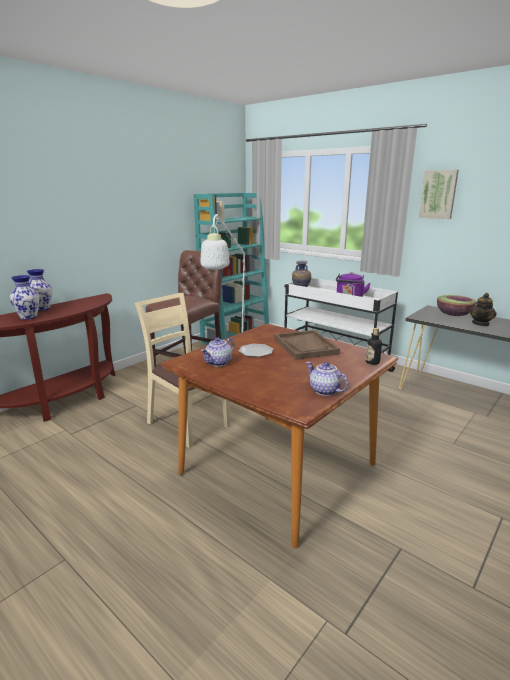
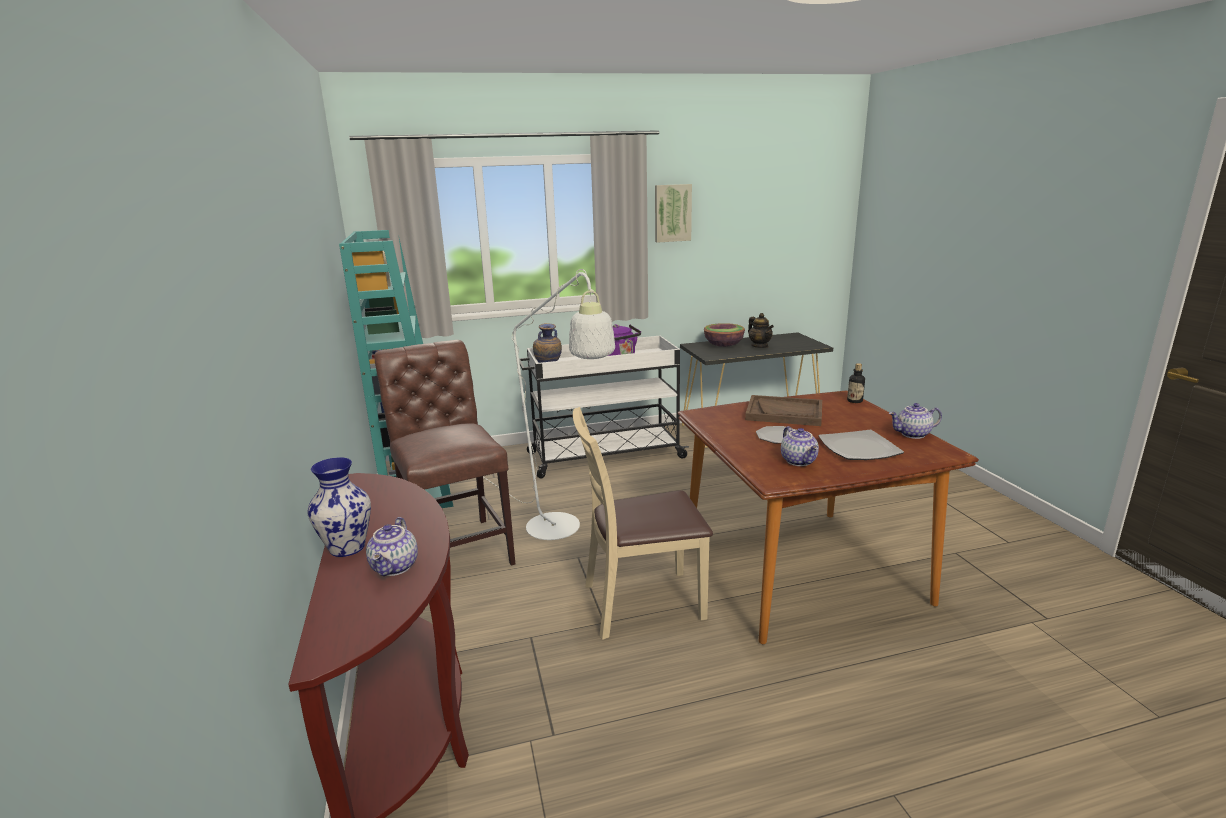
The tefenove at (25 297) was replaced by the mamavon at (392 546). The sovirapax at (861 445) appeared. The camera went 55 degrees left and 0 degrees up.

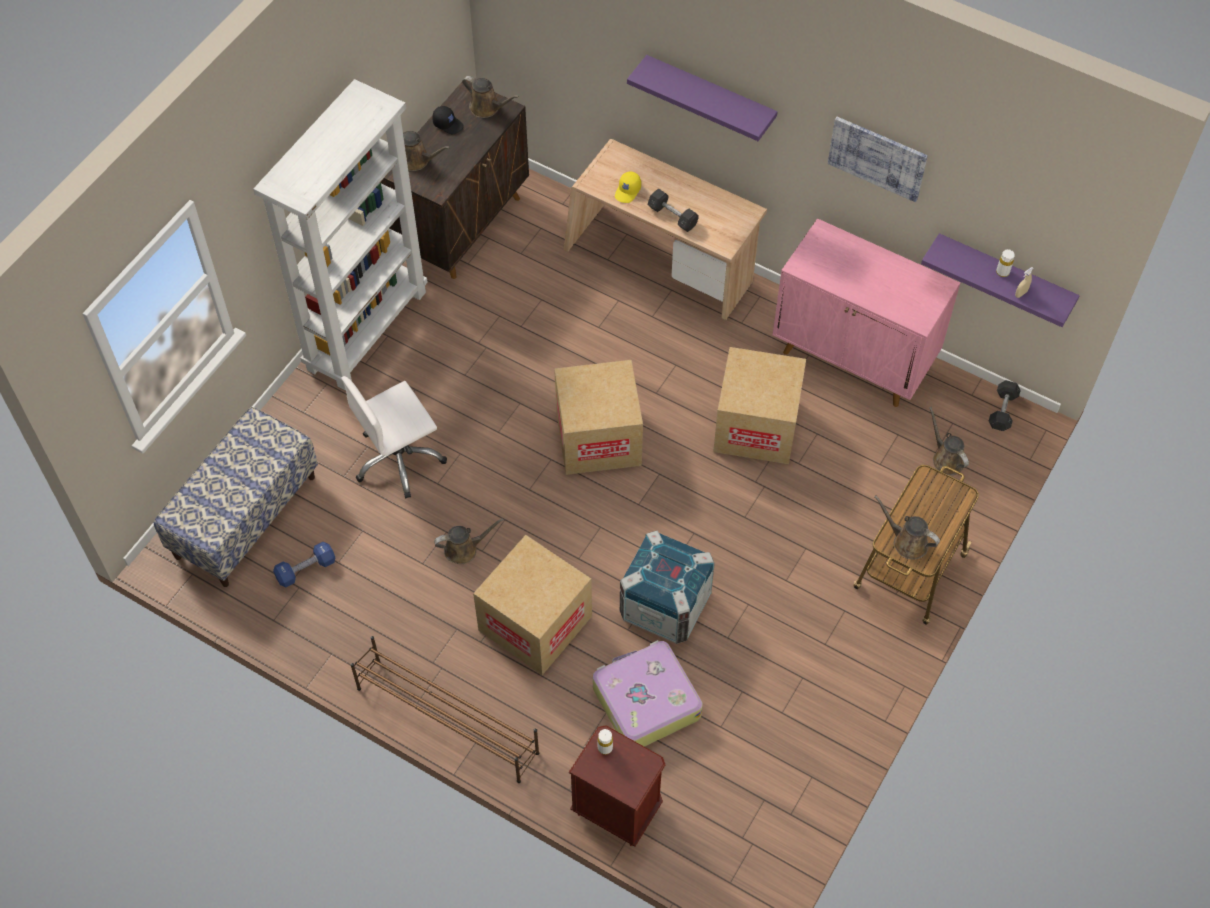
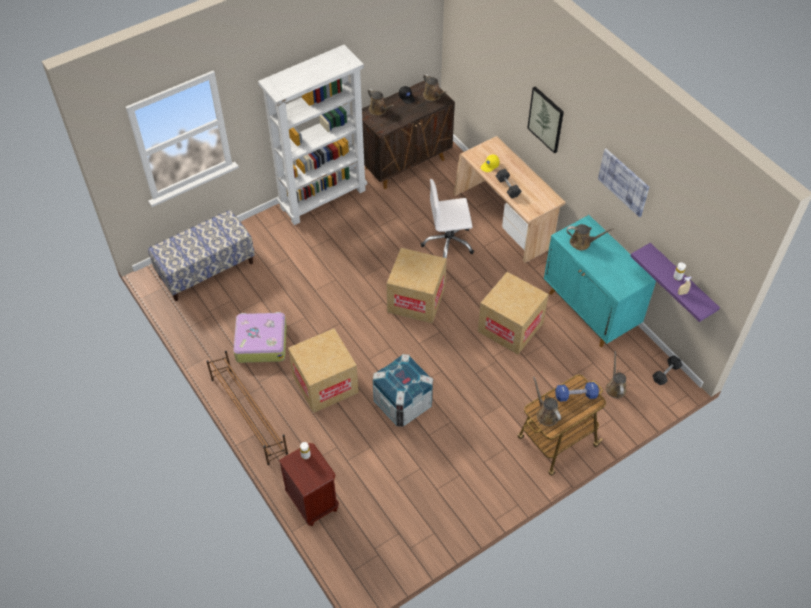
The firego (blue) moved from (304 564) to (577 392). The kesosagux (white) moved from (394 437) to (447 218). The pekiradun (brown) moved from (469 541) to (590 237). The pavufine moved from (648 693) to (260 337). The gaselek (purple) at (702 98) was replaced by the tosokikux at (545 120). The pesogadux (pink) at (866 312) became the pesogadux (turquoise) at (600 281). The camera went 25 degrees right and 5 degrees down.

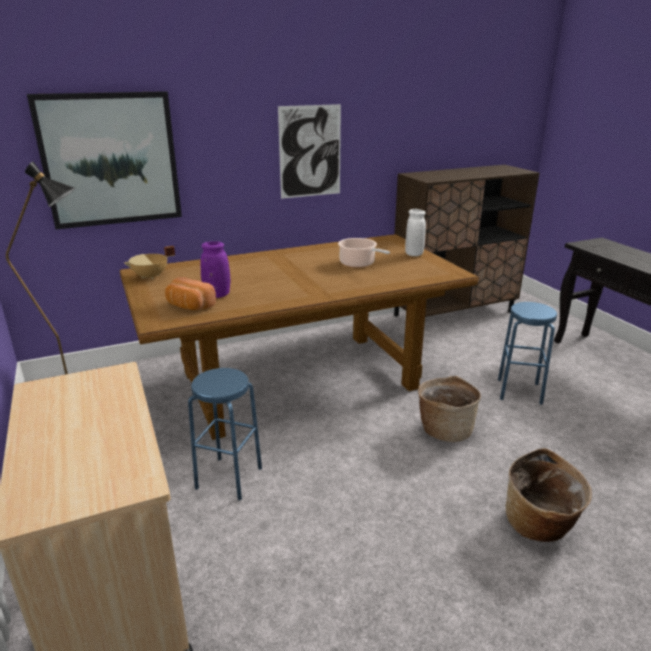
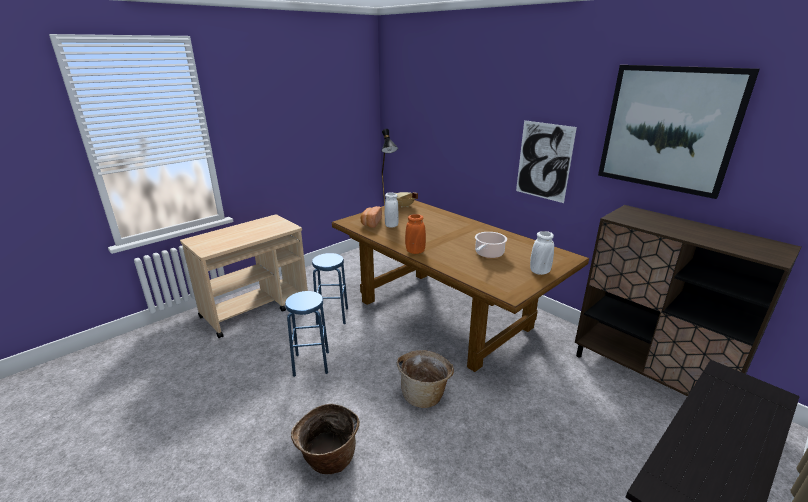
The tosokikux moved from (104 160) to (679 132). The tefenove (purple) at (215 269) became the tefenove (white) at (392 210). The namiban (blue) moved from (527 353) to (307 334). The tefenove (orange) at (415 234) appeared. The camera went 70 degrees right and 0 degrees up.

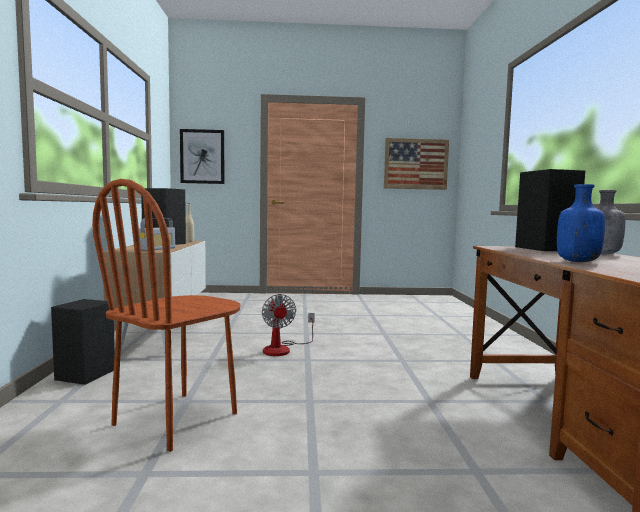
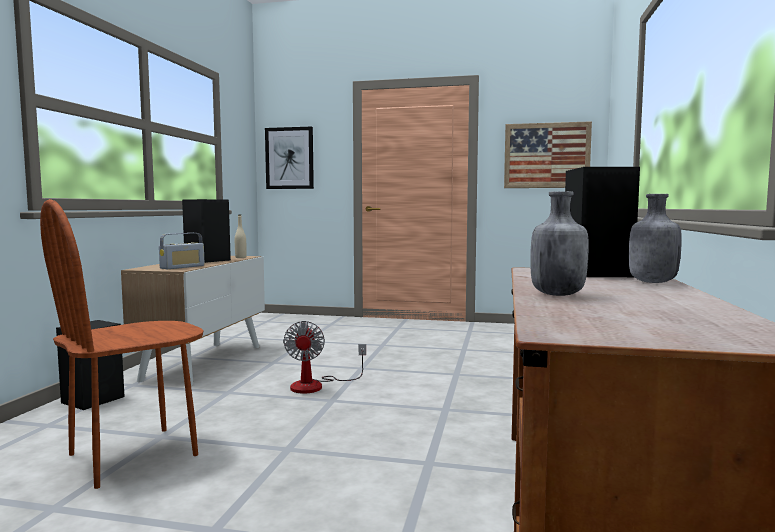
The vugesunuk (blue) at (581 223) became the vugesunuk (grey) at (559 243). The camera went 15 degrees right and 0 degrees up.

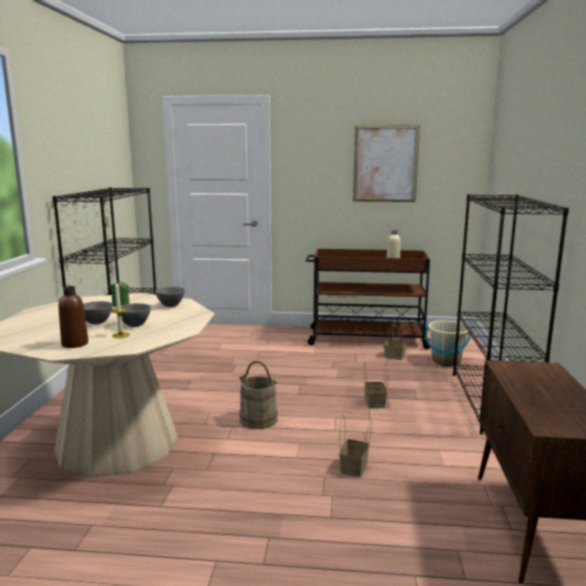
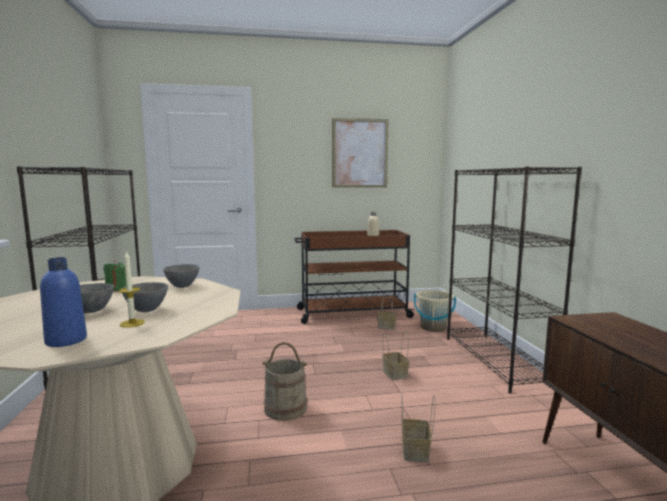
The vugesunuk (brown) at (73 317) became the vugesunuk (blue) at (63 302). The camera went 15 degrees left and 5 degrees down.

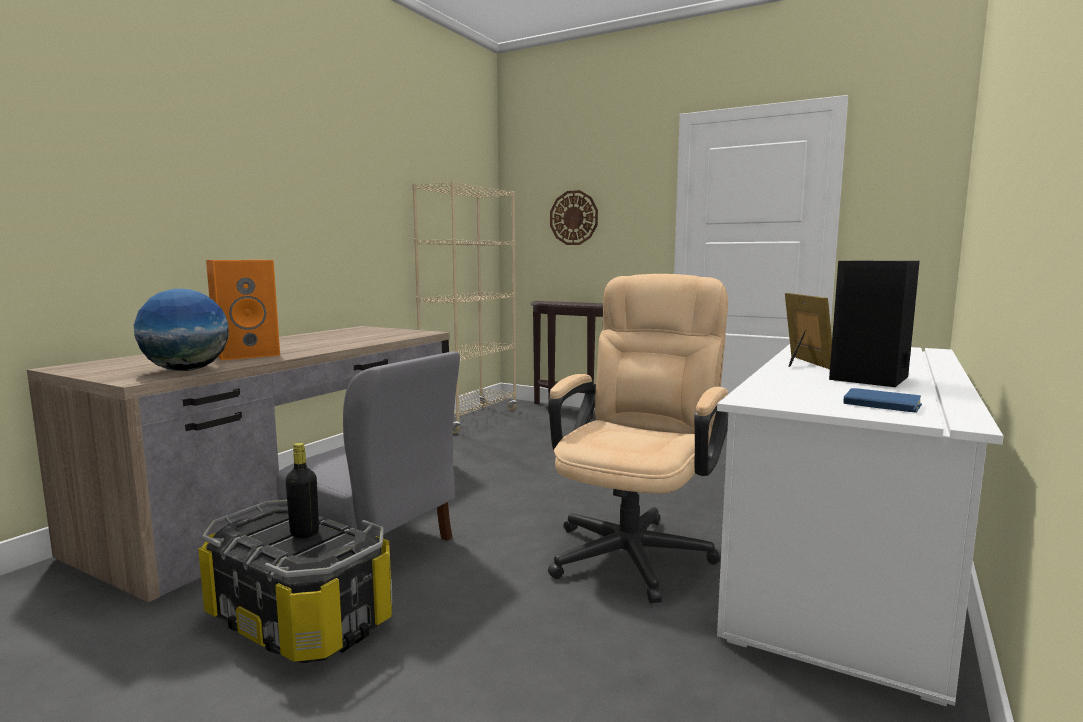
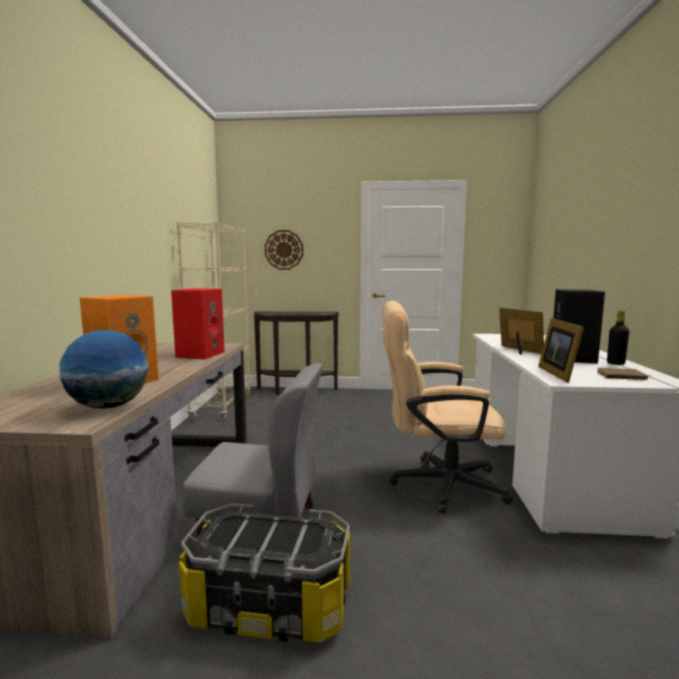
The vugesunuk (black) moved from (302 490) to (618 337). The kesosagux (beige) at (638 438) turned 90 degrees counterclockwise. The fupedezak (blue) at (882 400) became the fupedezak (brown) at (624 374). The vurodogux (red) at (198 323) appeared. The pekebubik at (561 350) appeared. The camera went 25 degrees left and 0 degrees up.

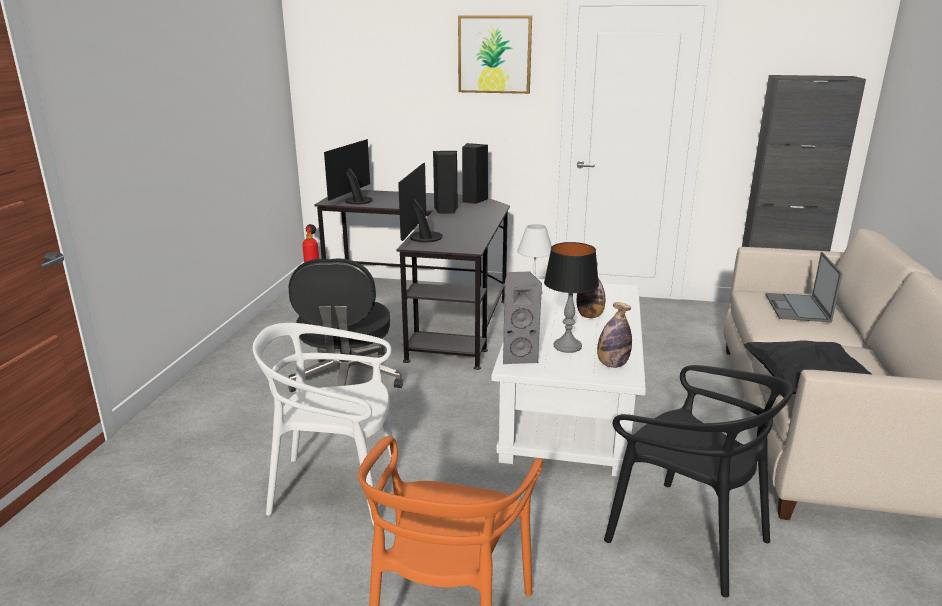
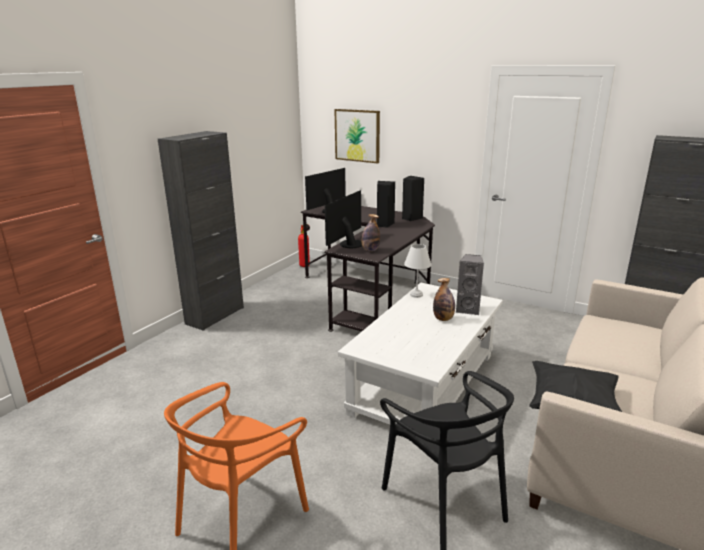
The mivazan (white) at (323 424) disappeared. The kesosagux (black) at (345 325) disappeared. The tosokikux moved from (495 54) to (357 136). The vurodogux (grey) moved from (522 317) to (469 284). The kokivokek at (571 297) disappeared. The vugesunuk moved from (614 335) to (370 232). The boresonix at (804 287) disappeared. The pesogadux (black) at (201 231) appeared. The camera went 20 degrees right and 0 degrees up.

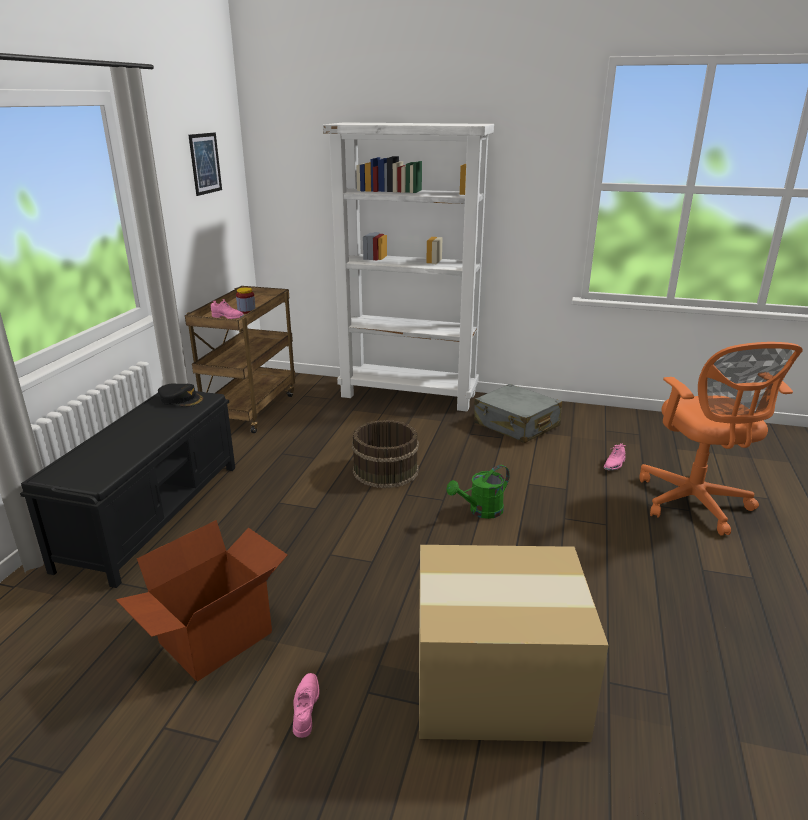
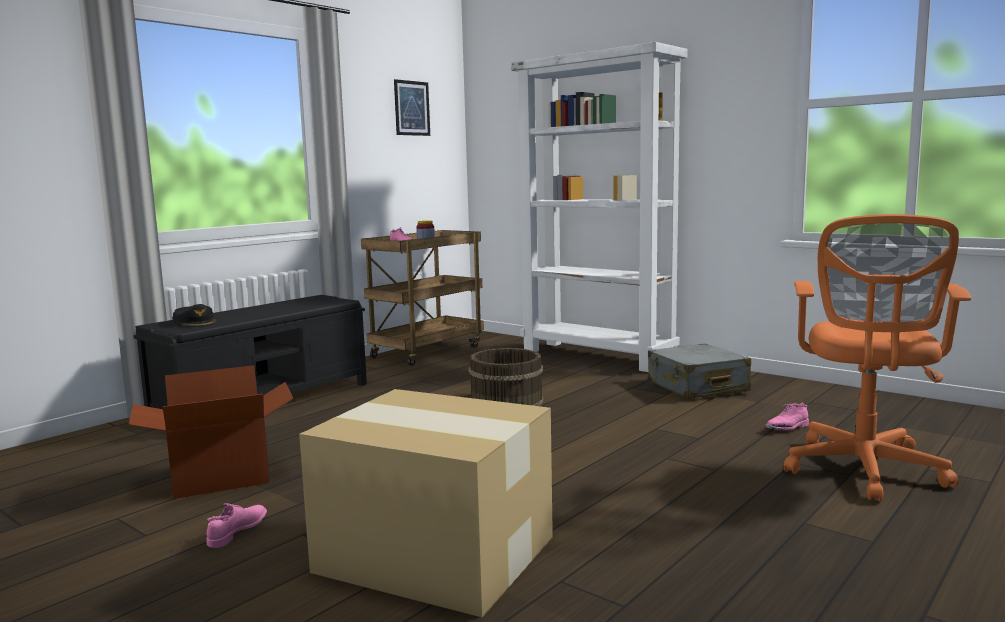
The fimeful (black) moved from (181 395) to (194 315). The pekiradun (green) at (478 492) disappeared. The camera went 25 degrees right and 15 degrees down.

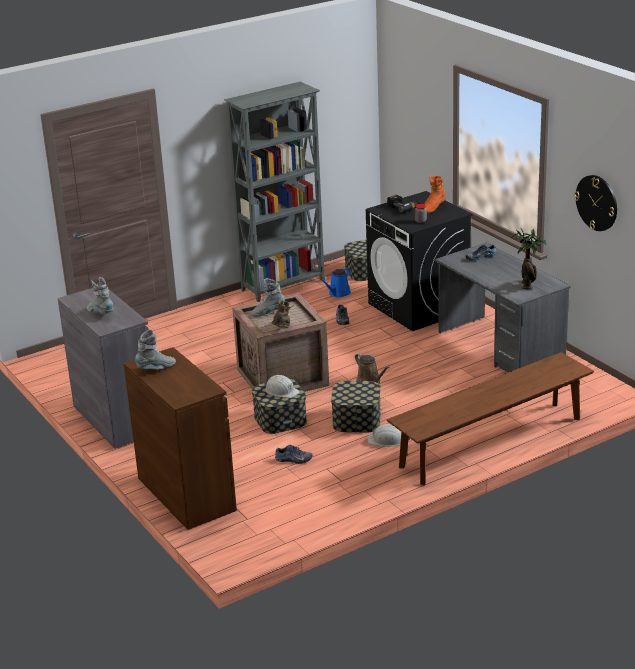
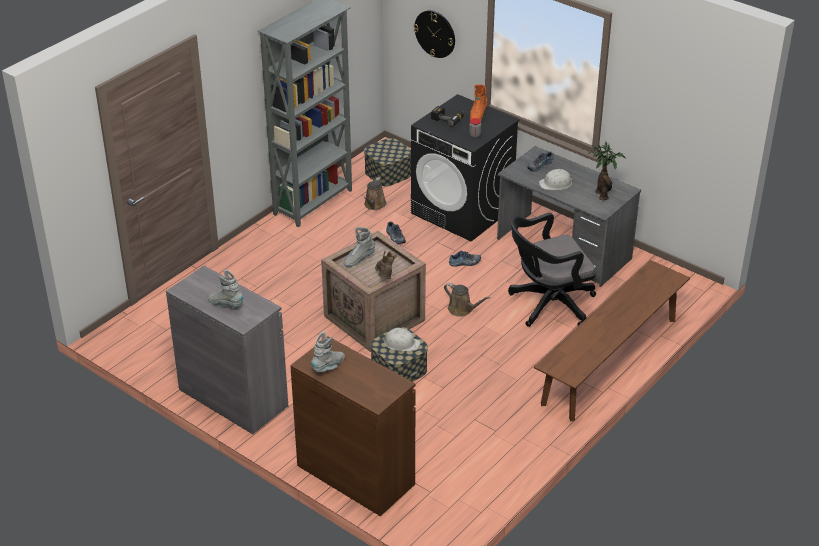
The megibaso moved from (294 454) to (465 259). The pekiradun (blue) at (335 282) became the pekiradun (brown) at (375 193). The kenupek at (356 406) disappeared. The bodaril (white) moved from (384 435) to (556 179). The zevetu moved from (595 203) to (434 34). The kesosagux (black) at (552 270) appeared. The camera went 20 degrees left and 10 degrees up.

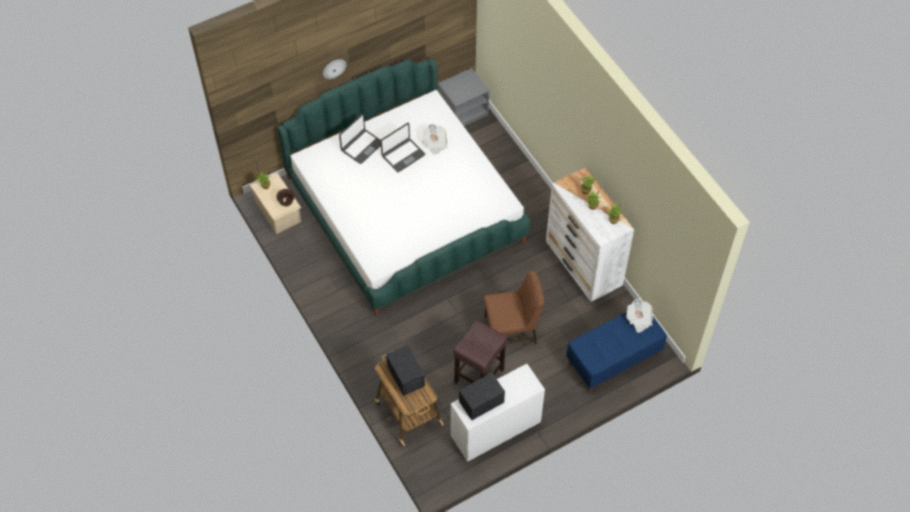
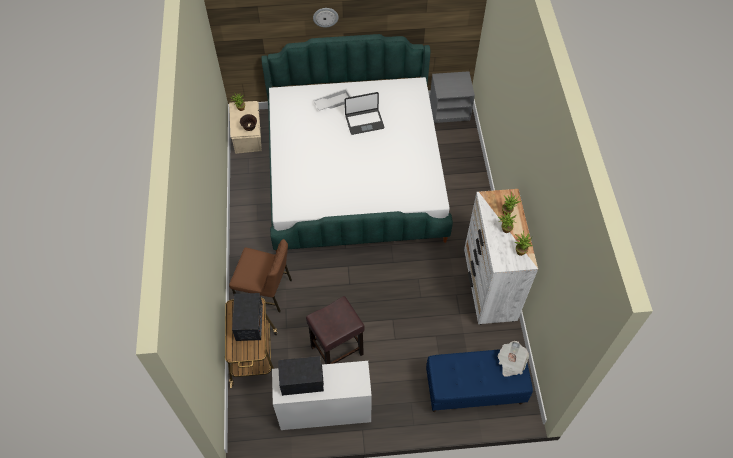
The boresonix at (360 139) was replaced by the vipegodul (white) at (332 100). The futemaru at (435 139) disappeared. The mivazan (brown) moved from (514 307) to (260 275). The camera went 25 degrees right and 0 degrees up.

